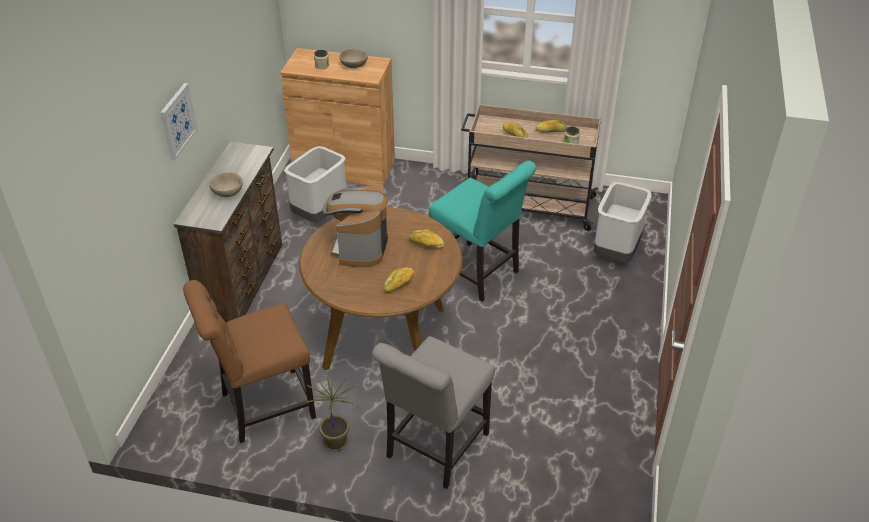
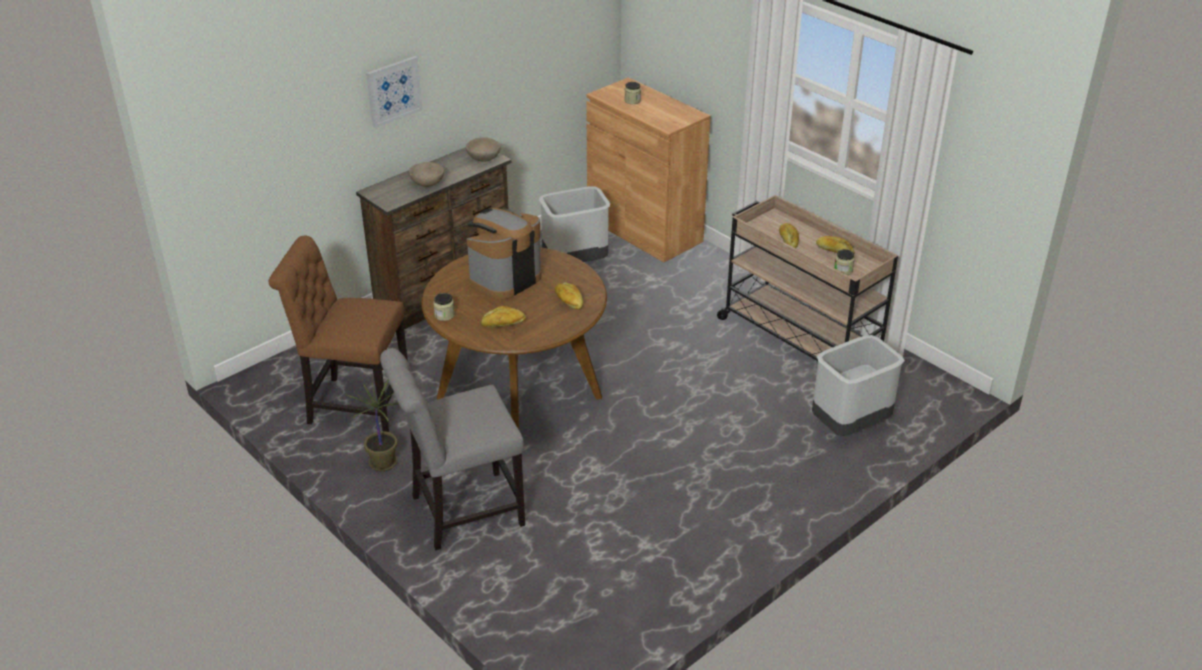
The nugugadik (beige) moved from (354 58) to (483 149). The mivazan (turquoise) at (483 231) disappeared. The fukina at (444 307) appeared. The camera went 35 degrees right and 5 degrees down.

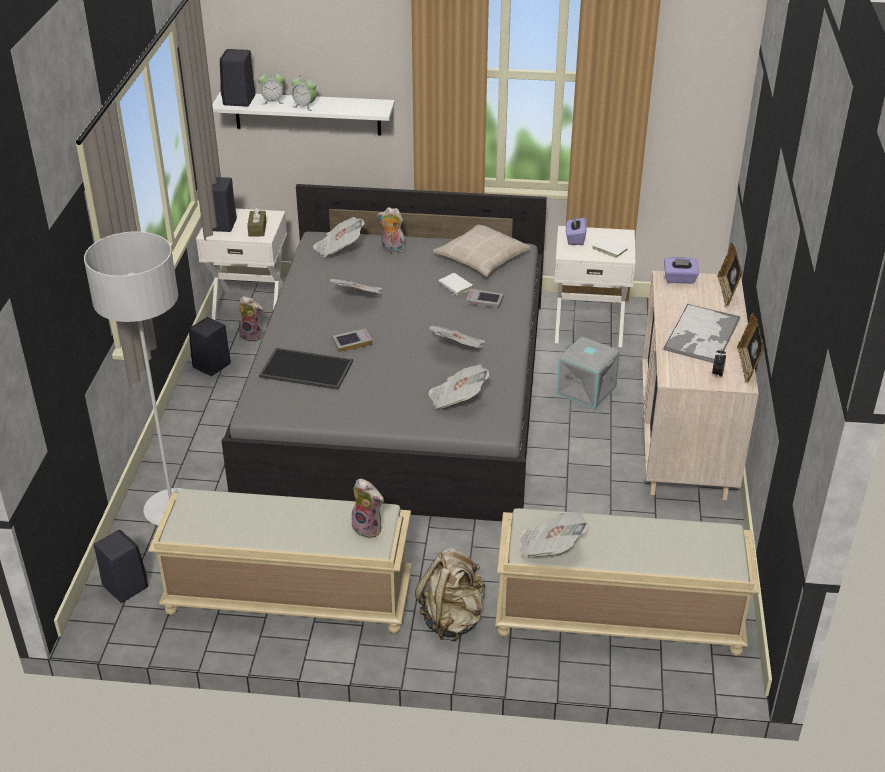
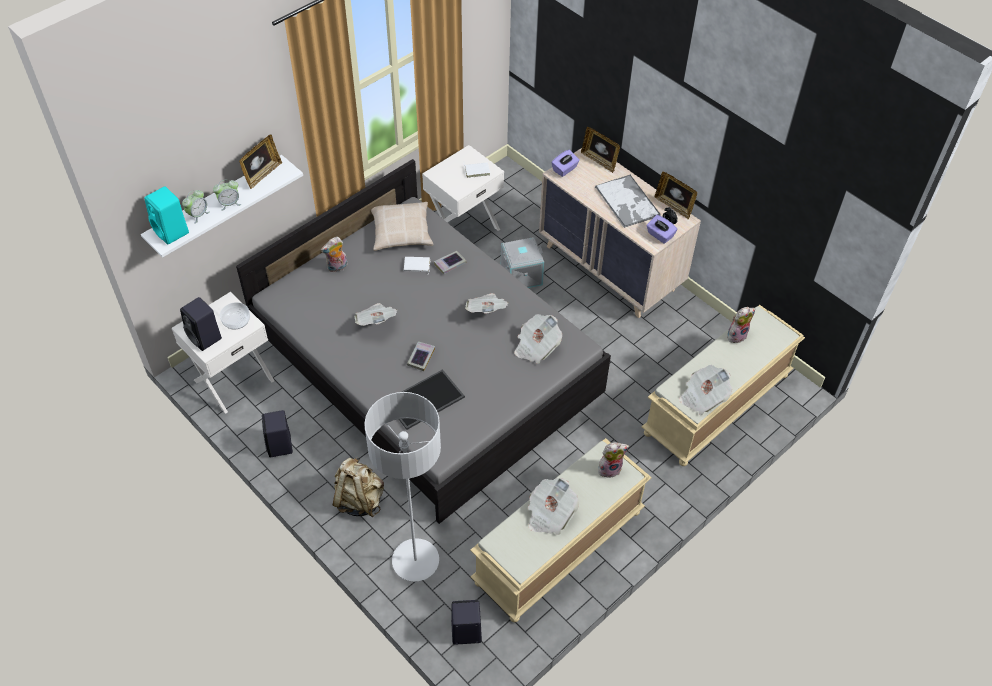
The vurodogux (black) at (237 78) became the vurodogux (turquoise) at (166 215). The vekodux moved from (251 319) to (741 325). The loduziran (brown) at (256 221) was replaced by the nugugadik at (235 316). The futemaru moved from (339 237) to (553 506). The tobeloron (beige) moved from (450 594) to (358 487). The loduziran (purple) moved from (576 230) to (661 229). The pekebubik at (260 161) appeared. The camera went 50 degrees left and 15 degrees up.

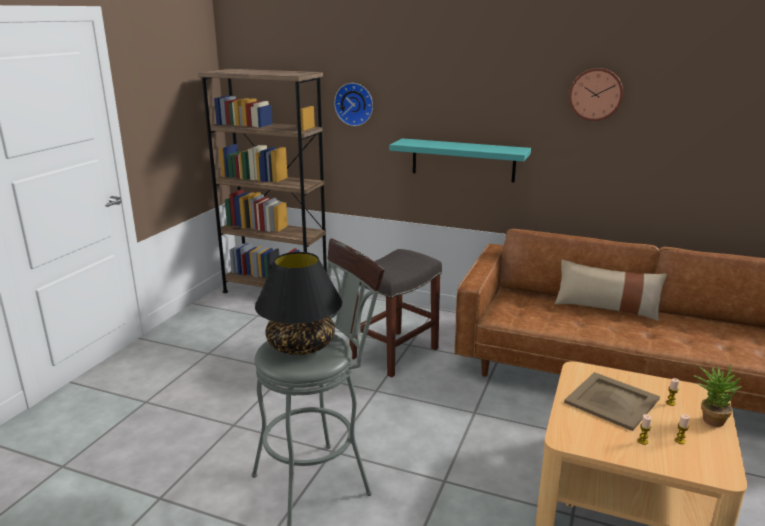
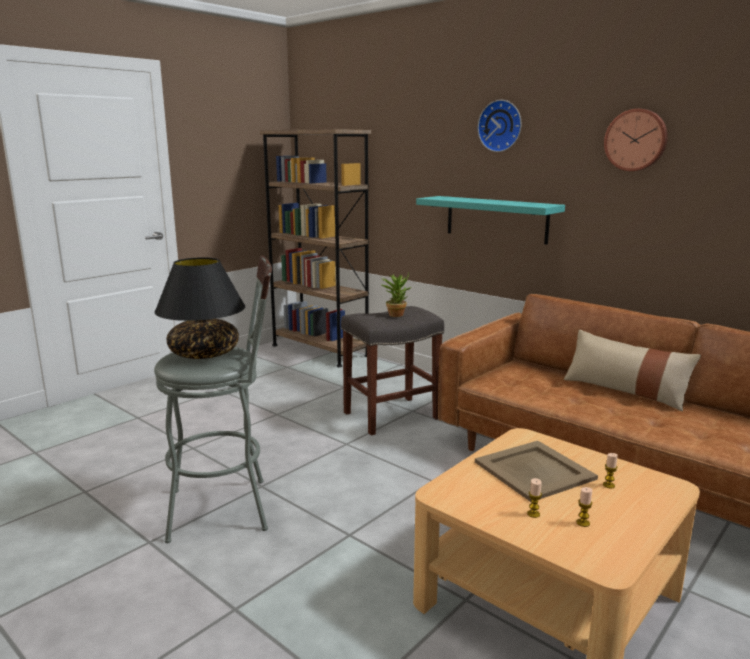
The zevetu moved from (353 104) to (499 126). The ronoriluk moved from (717 395) to (395 295). The camera went 20 degrees right and 5 degrees down.

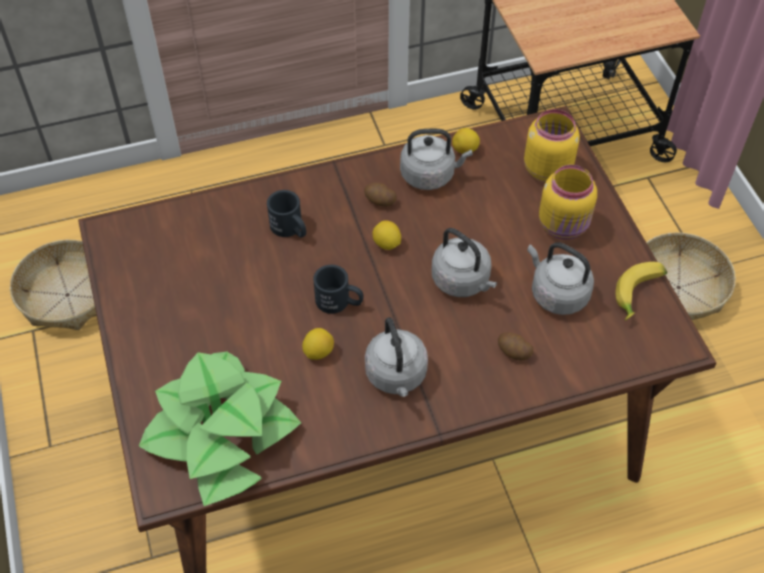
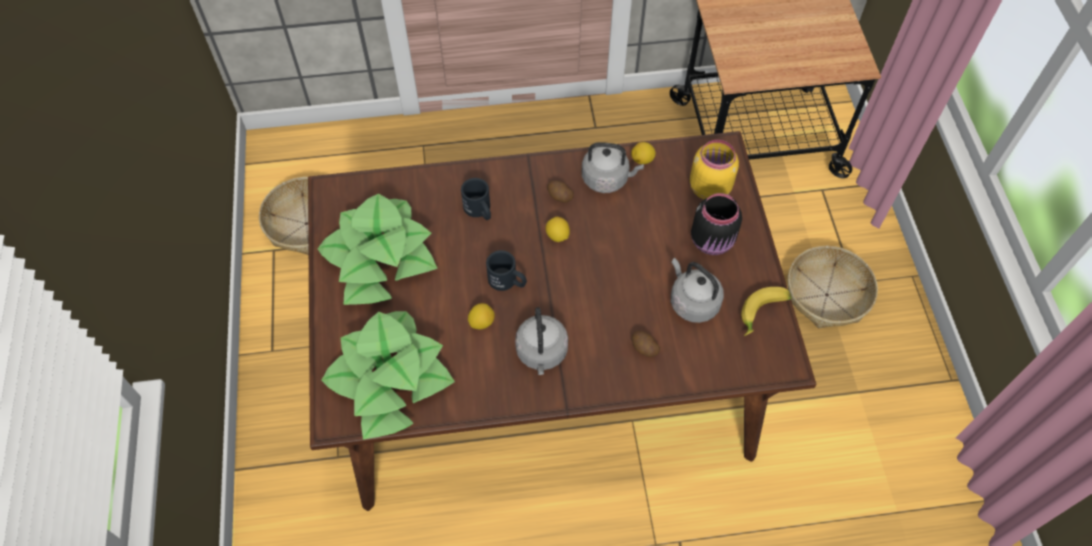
The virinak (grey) at (464 262) disappeared. The fukina (yellow) at (568 202) became the fukina (black) at (716 224). The ronoriluk at (378 249) appeared. The camera went 10 degrees right and 5 degrees up.

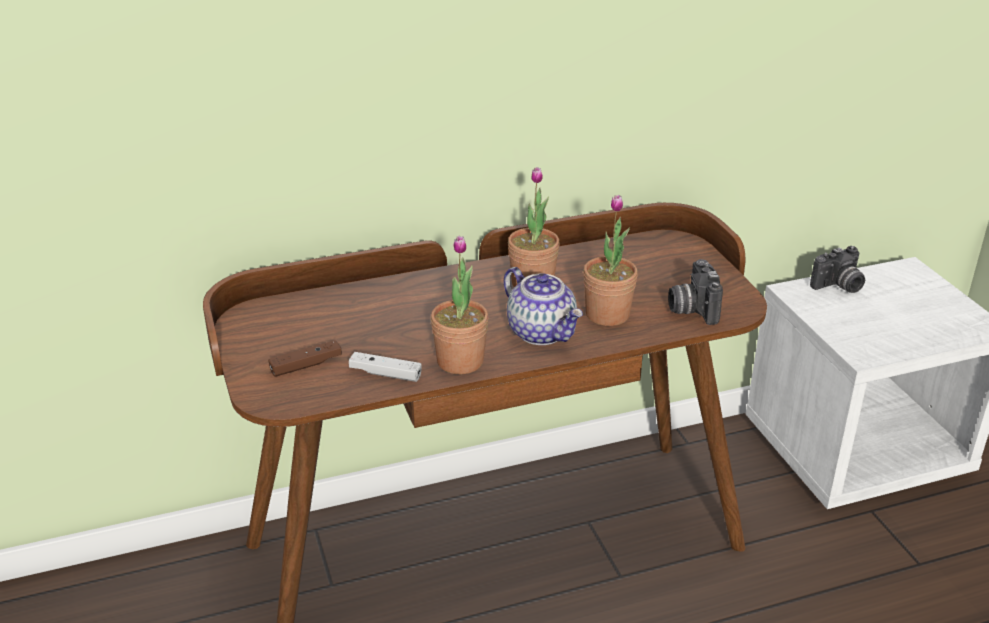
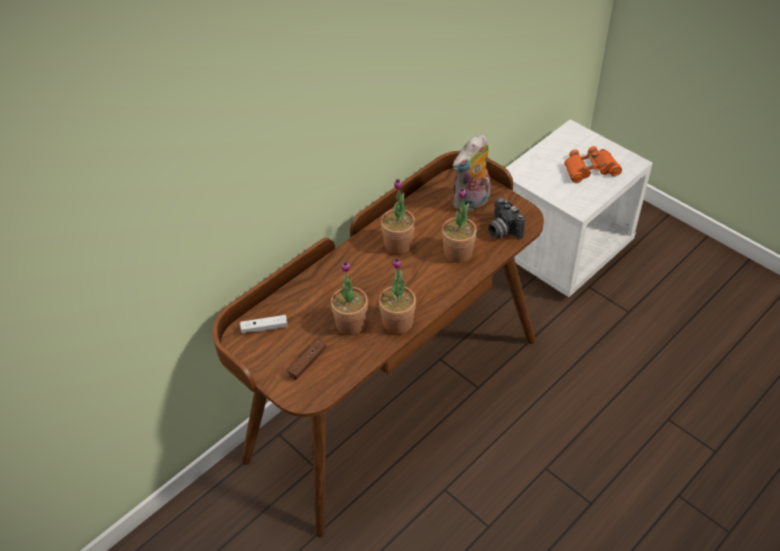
The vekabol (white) moved from (385 367) to (264 324). The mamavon at (543 306) disappeared. The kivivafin at (837 269) disappeared. The ronoriluk at (349 297) appeared. The vekodux at (472 173) appeared. The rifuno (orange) at (593 164) appeared. The camera went 25 degrees left and 15 degrees up.

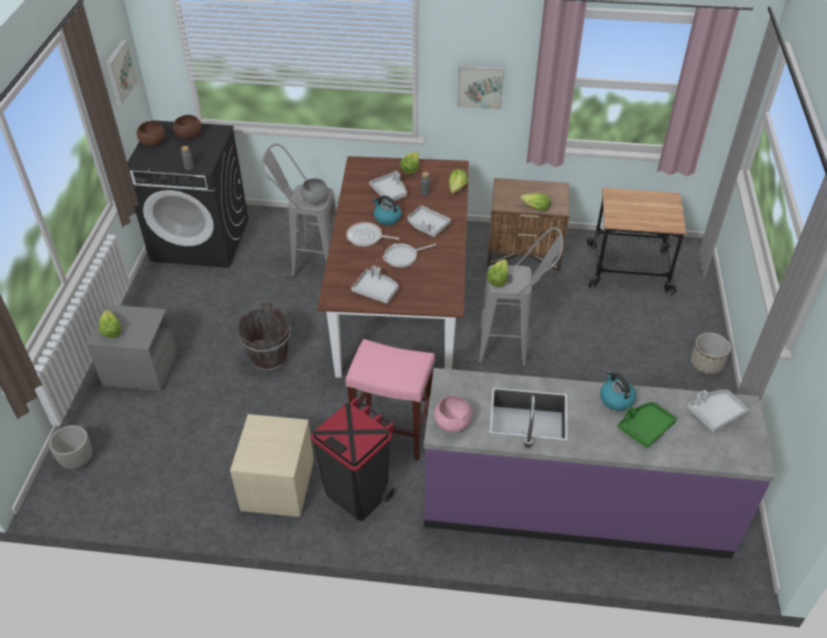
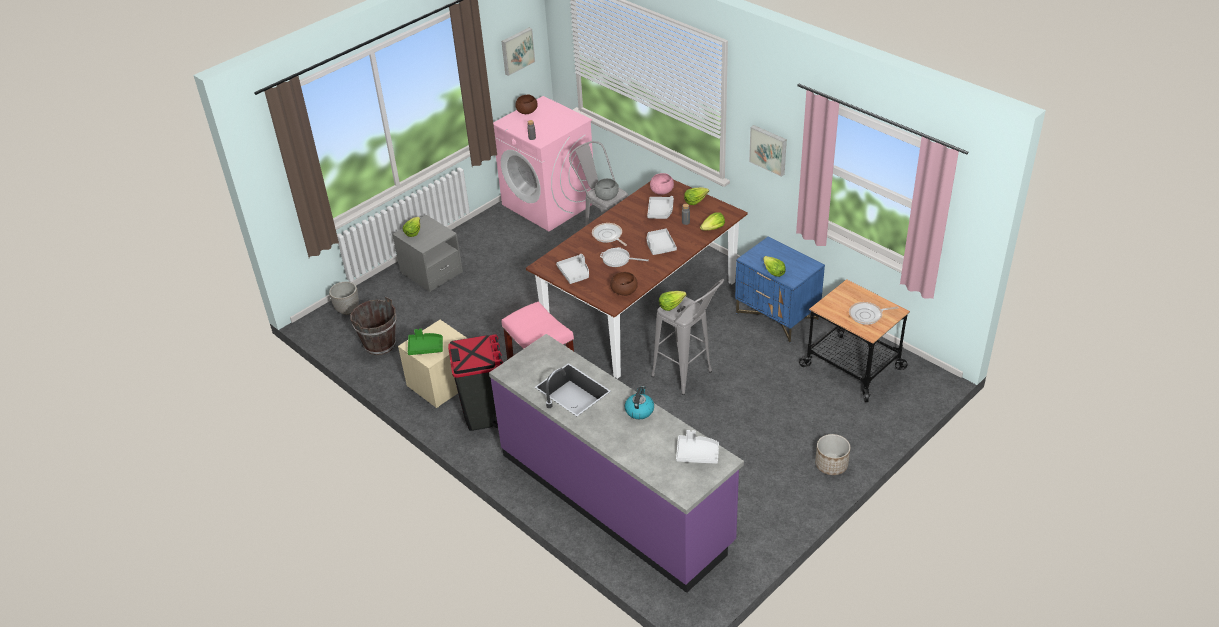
The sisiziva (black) at (188 194) became the sisiziva (pink) at (543 163). The nugugadik (brown) moved from (187 127) to (624 284). The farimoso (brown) moved from (264 337) to (373 326). The virinak at (387 210) disappeared. The nugugadik (pink) moved from (453 414) to (662 184). The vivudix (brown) at (528 225) became the vivudix (blue) at (780 290). The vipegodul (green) moved from (647 425) to (425 342). The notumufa at (874 313) appeared. The camera went 40 degrees right and 5 degrees down.

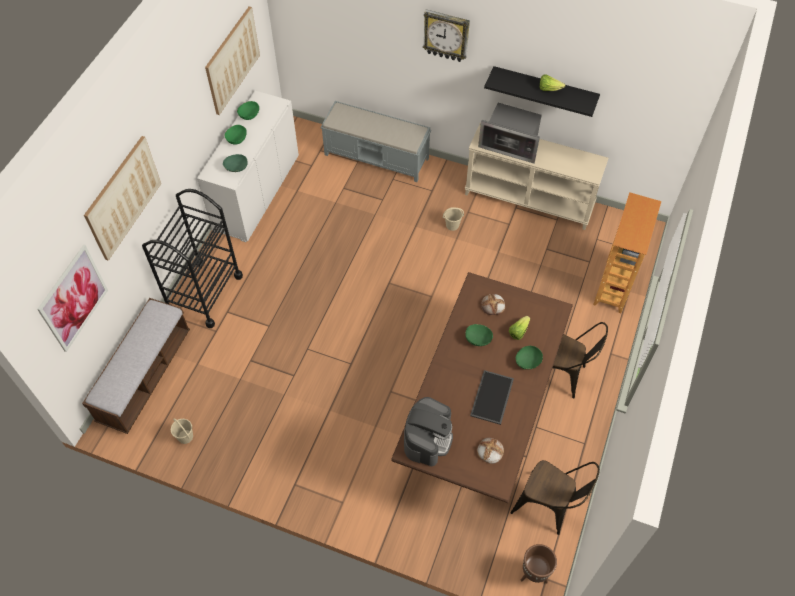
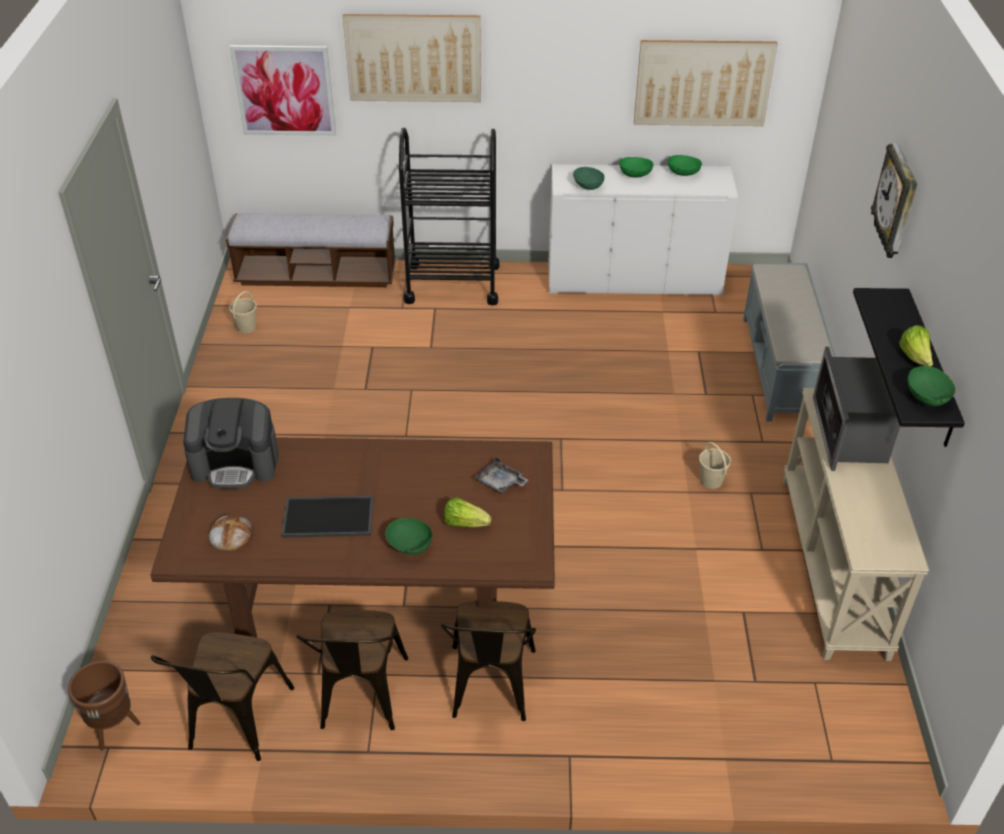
The nugugadik (green) moved from (479 335) to (932 386). The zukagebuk at (493 304) was replaced by the vipegodul (grey) at (501 475). The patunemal at (627 252) disappeared. The mivazan (brown) at (352 670) appeared. The camera went 70 degrees right and 15 degrees down.

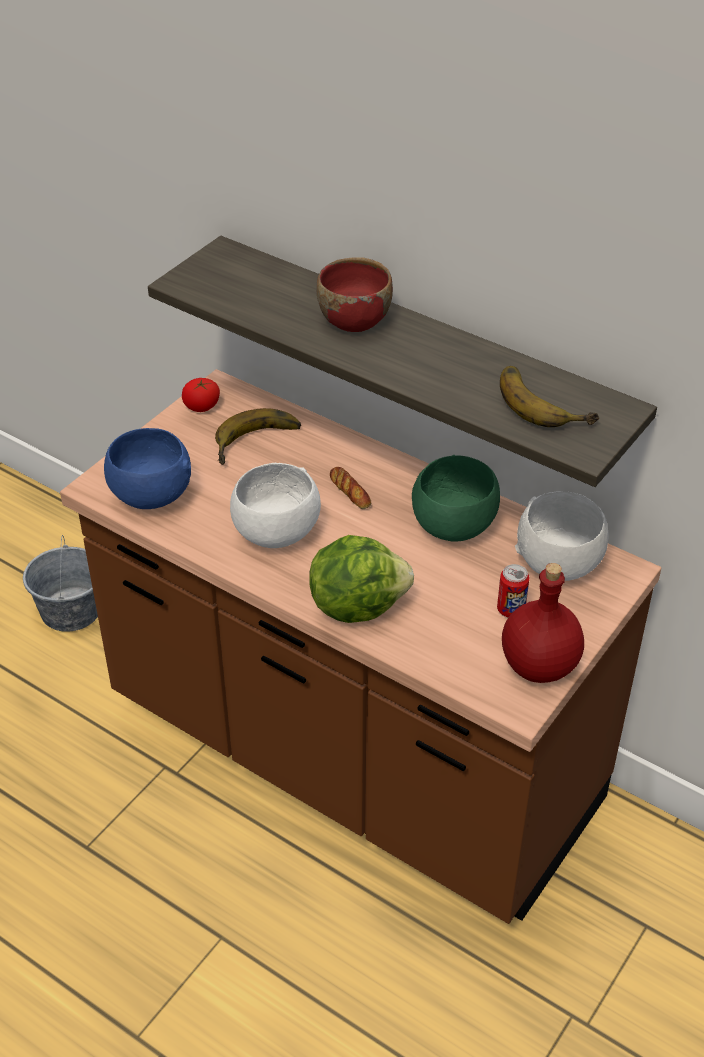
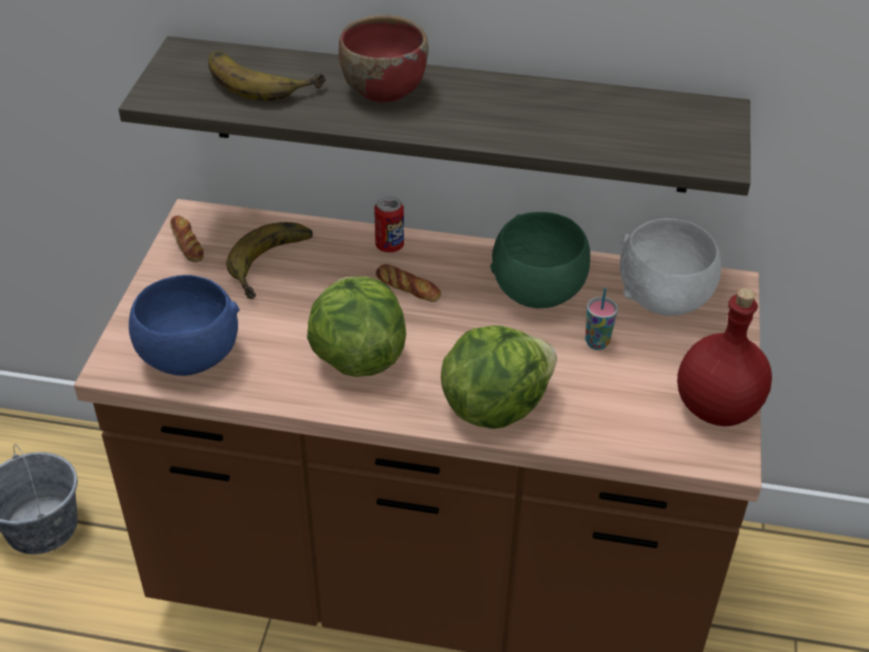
The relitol at (201 395) was replaced by the zukagebuk at (187 239). The nugugadik (white) at (275 505) was replaced by the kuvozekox at (356 326). The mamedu moved from (513 590) to (389 224). The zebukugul moved from (549 396) to (267 76). The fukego at (601 319) appeared. The camera went 25 degrees left and 0 degrees up.

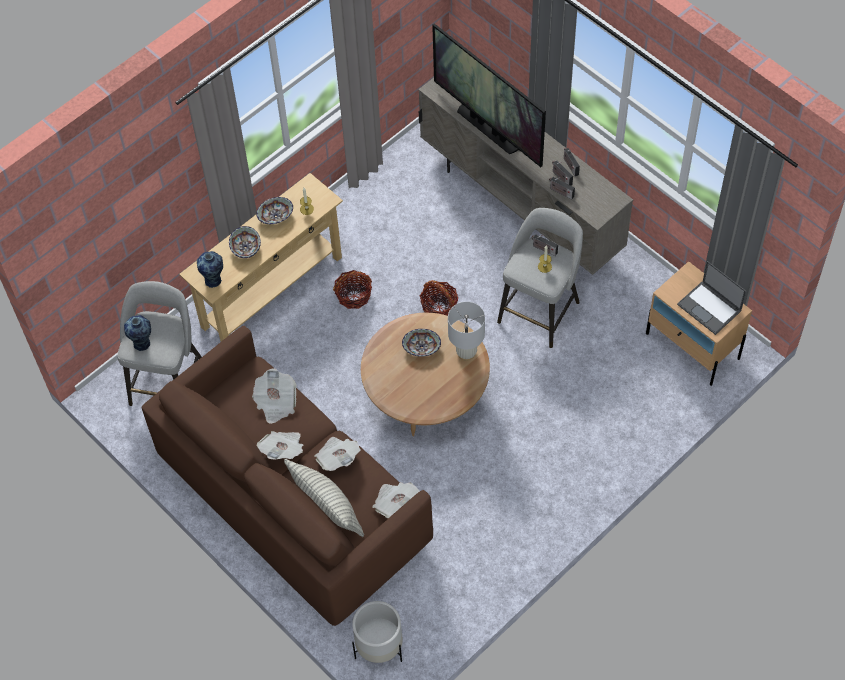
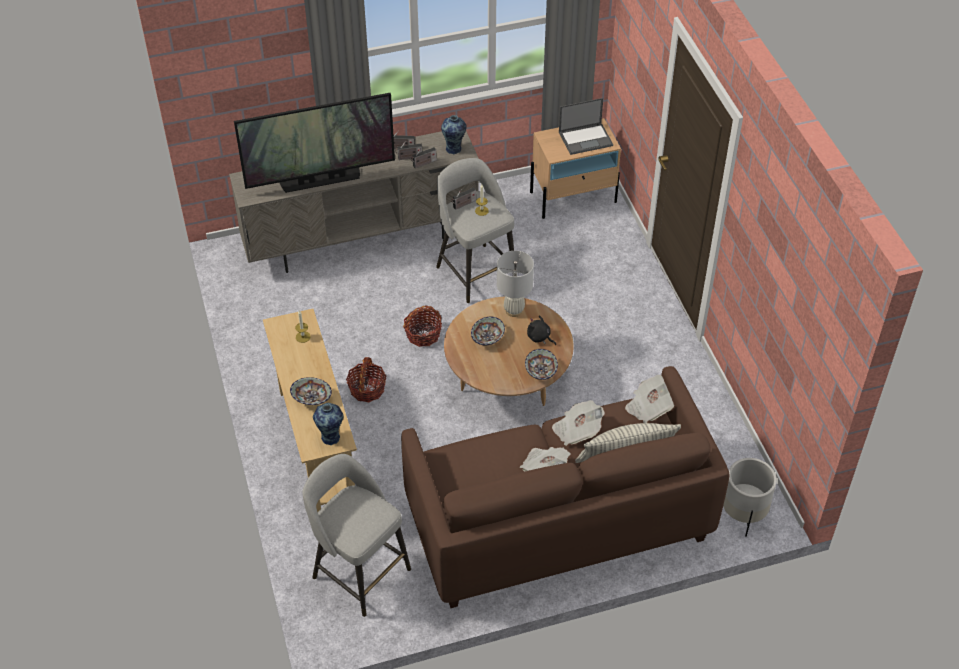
The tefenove moved from (137 333) to (454 134). The futemaru at (274 396) disappeared. The nugugadik moved from (274 210) to (541 364). The vekodux (black) at (541 330) appeared. The camera went 65 degrees left and 10 degrees down.

